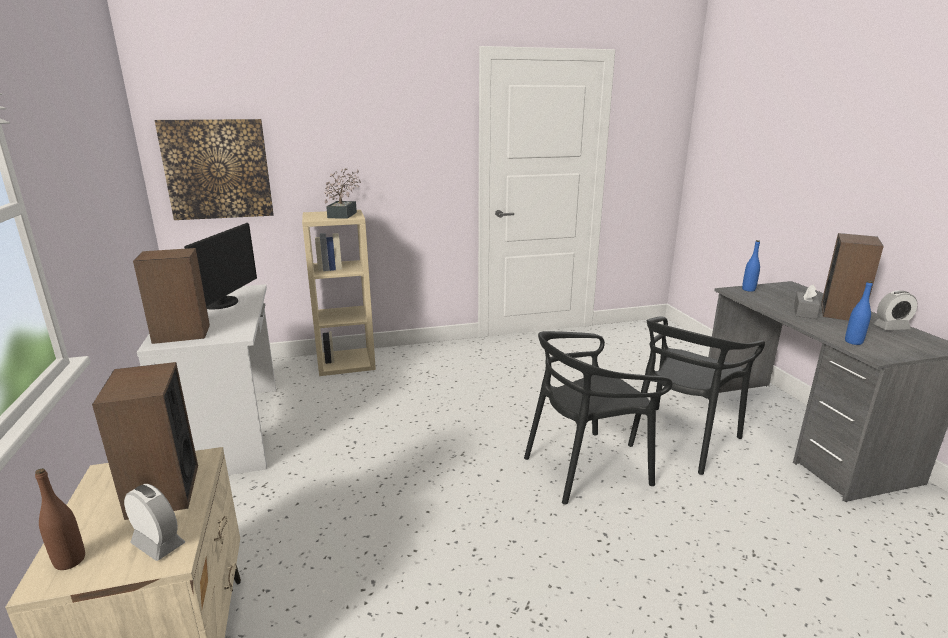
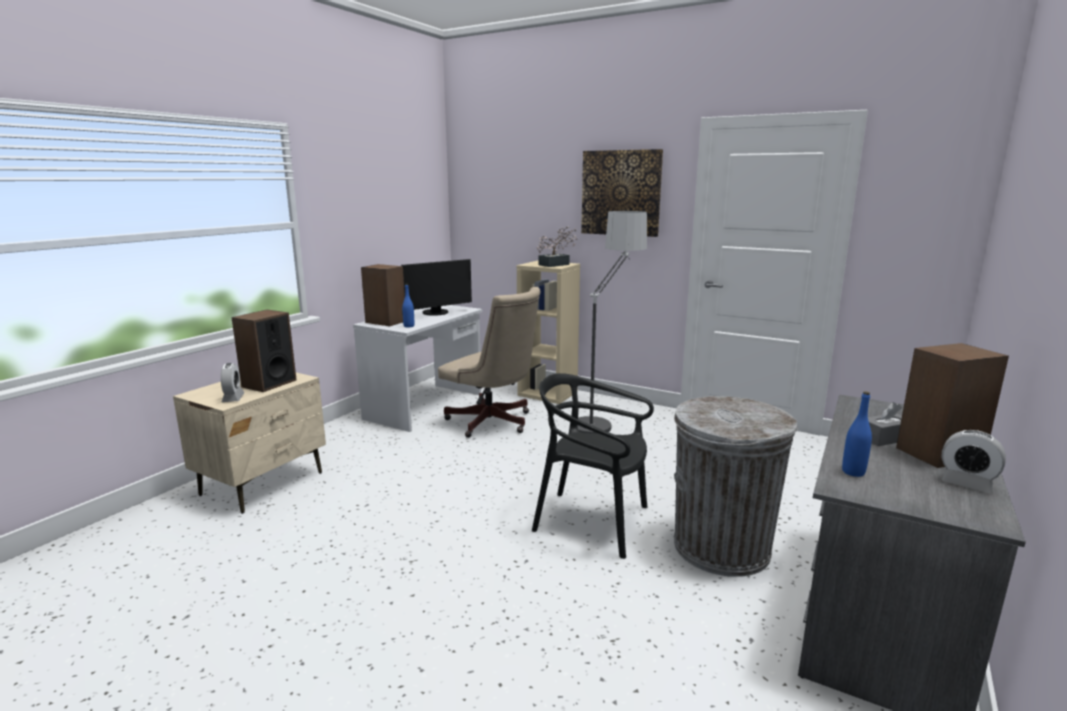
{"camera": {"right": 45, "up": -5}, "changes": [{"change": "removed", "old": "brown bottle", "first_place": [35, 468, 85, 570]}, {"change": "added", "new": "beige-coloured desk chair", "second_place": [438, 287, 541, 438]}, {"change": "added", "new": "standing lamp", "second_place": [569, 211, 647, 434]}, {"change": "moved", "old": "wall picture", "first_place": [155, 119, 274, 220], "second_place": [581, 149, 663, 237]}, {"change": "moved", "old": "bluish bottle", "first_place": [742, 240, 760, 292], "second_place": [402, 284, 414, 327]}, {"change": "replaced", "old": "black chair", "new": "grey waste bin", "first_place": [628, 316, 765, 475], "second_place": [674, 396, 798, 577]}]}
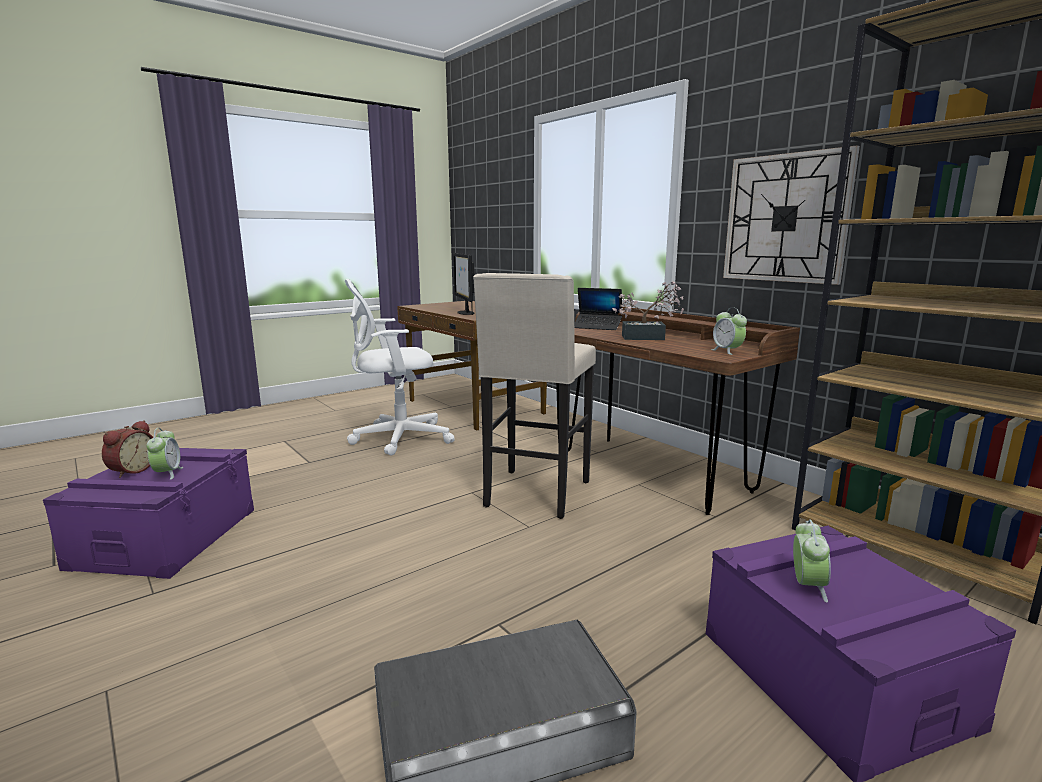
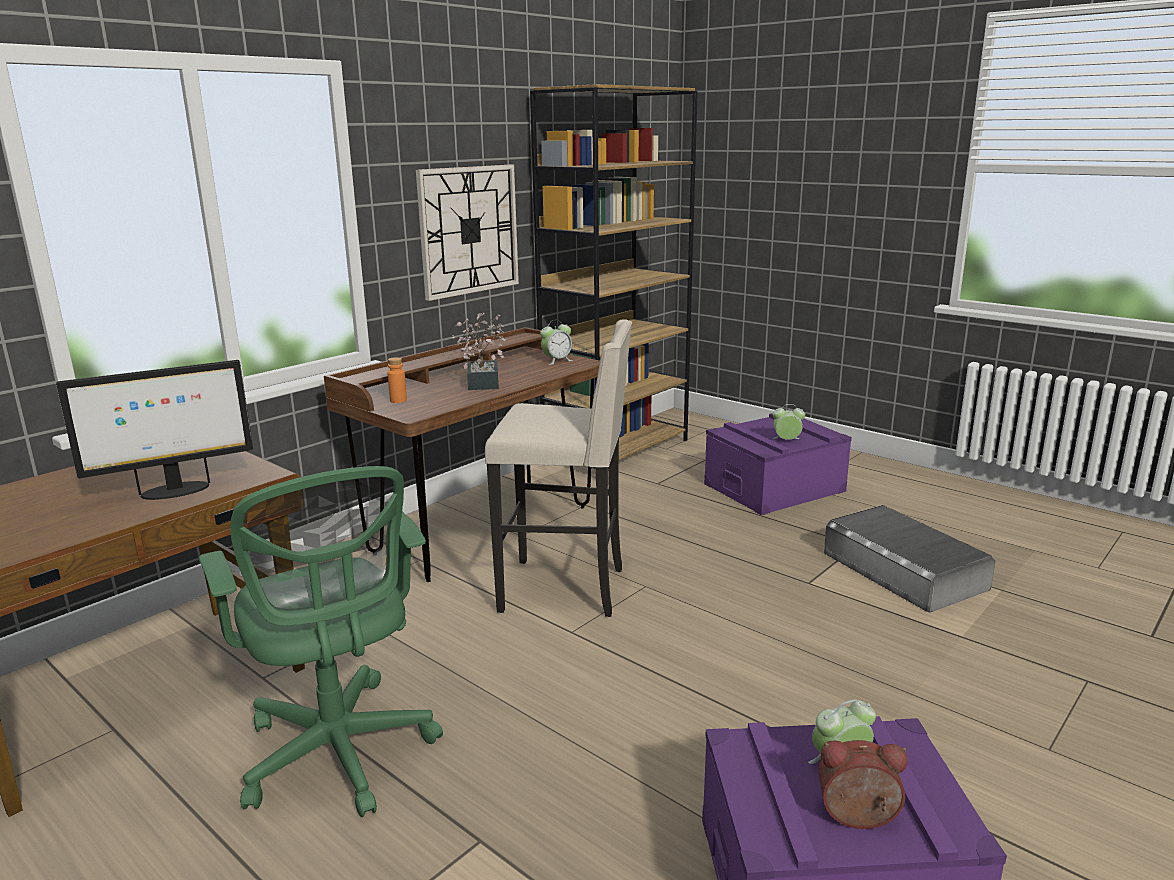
{"camera": {"right": -100, "up": 5}, "changes": [{"change": "replaced", "old": "portable computer", "new": "orangey bottle", "first_place": [574, 288, 622, 330], "second_place": [387, 357, 407, 403]}, {"change": "recoloured", "old": "whitish desk chair", "new": "greenish desk chair", "first_place": [345, 279, 455, 456], "second_place": [199, 466, 443, 817]}]}
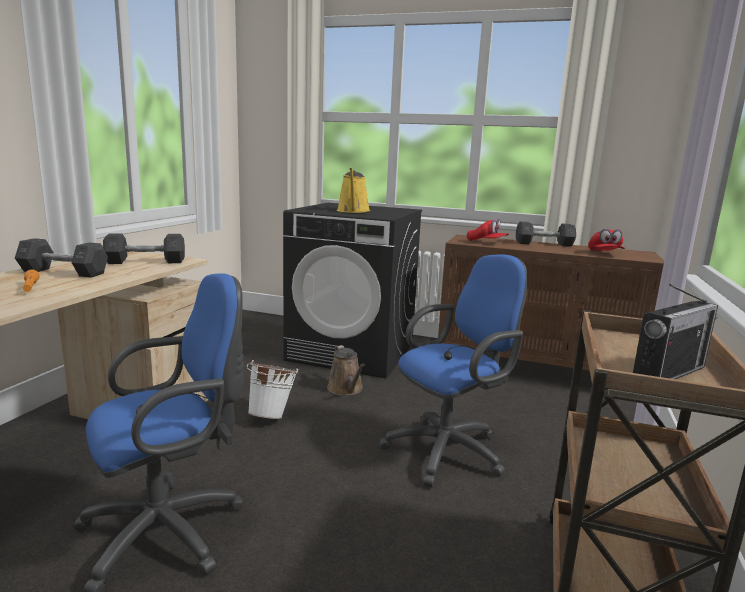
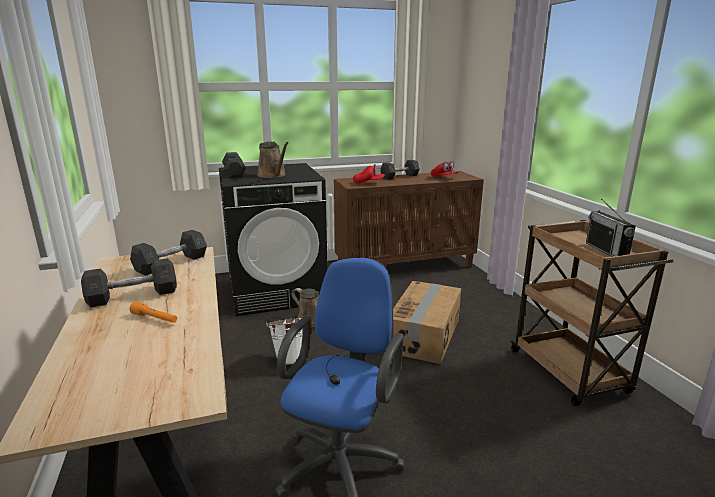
{"camera": {"right": -35, "up": 5}, "changes": [{"change": "added", "new": "grey dumbbell", "second_place": [222, 152, 246, 178]}, {"change": "replaced", "old": "bluish desk chair", "new": "packing box", "first_place": [380, 254, 527, 487], "second_place": [393, 281, 461, 364]}, {"change": "recoloured", "old": "yellowish sprinkling can", "new": "brown sprinkling can", "first_place": [337, 168, 370, 213], "second_place": [257, 141, 288, 178]}, {"change": "turned", "old": "radio", "first_place": [633, 284, 718, 379], "second_place": [586, 199, 636, 257], "degrees": 150}]}
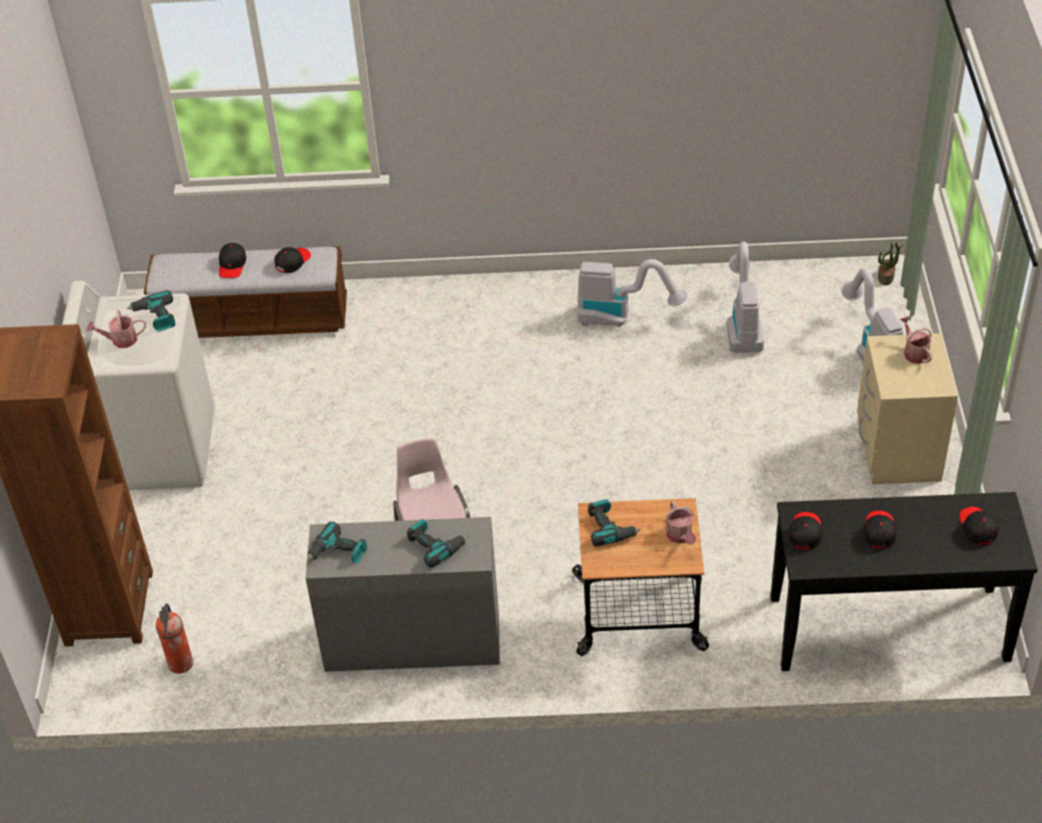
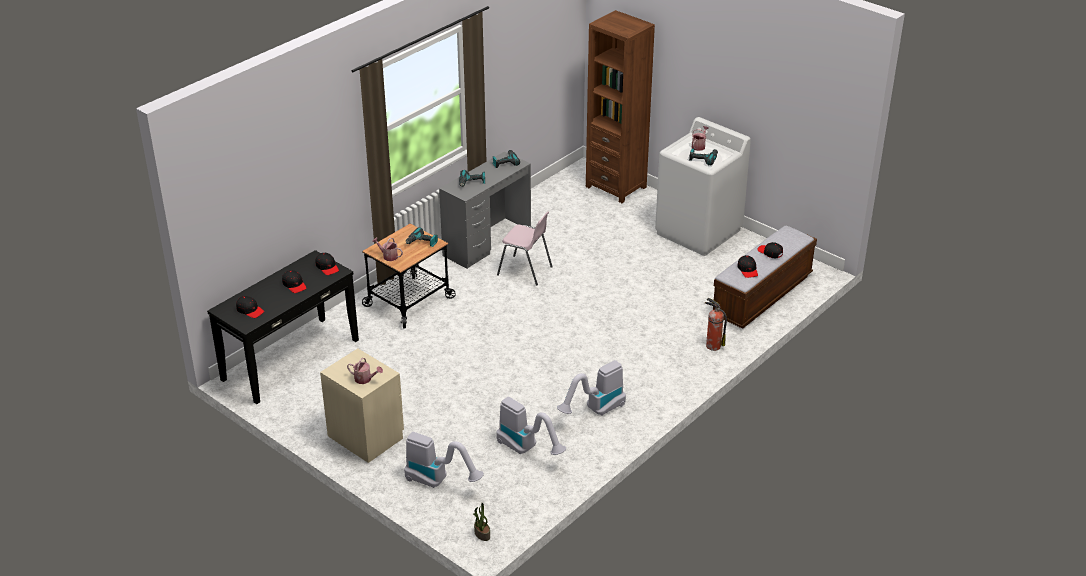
{"camera": {"right": 130, "up": -10}, "changes": [{"change": "moved", "old": "fire-fighting cylinder", "first_place": [156, 604, 193, 674], "second_place": [704, 298, 727, 351]}]}
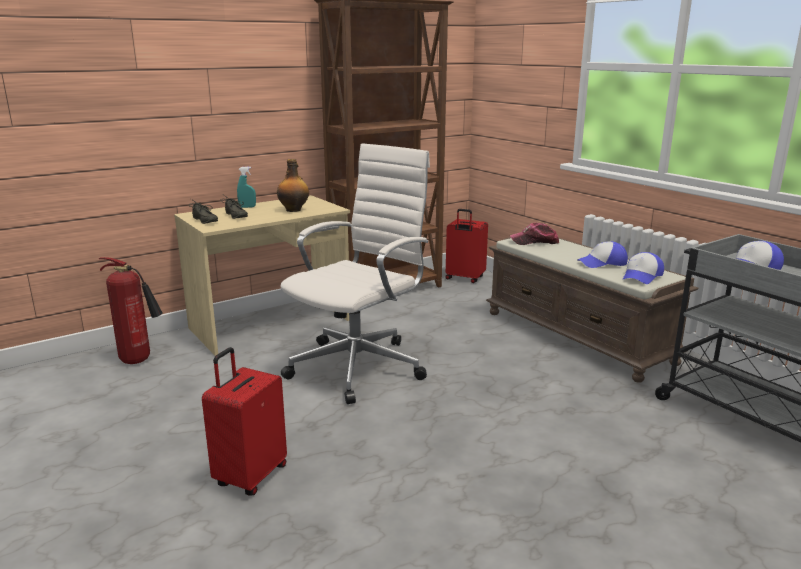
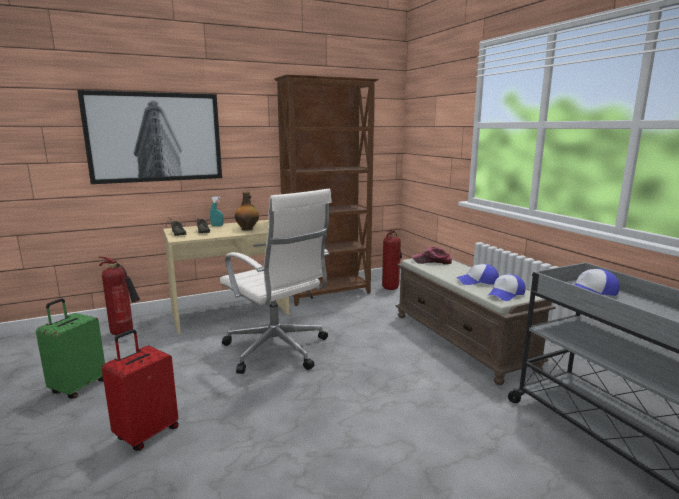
{"camera": {"right": 10, "up": -5}, "changes": [{"change": "added", "new": "greenish piece of luggage", "second_place": [36, 298, 105, 399]}, {"change": "added", "new": "wall picture", "second_place": [77, 90, 222, 184]}, {"change": "replaced", "old": "red piece of luggage", "new": "fire-fighting cylinder", "first_place": [445, 209, 488, 283], "second_place": [382, 230, 402, 290]}, {"change": "turned", "old": "whitish desk chair", "first_place": [280, 143, 430, 404], "second_place": [220, 189, 332, 374], "degrees": 90}]}
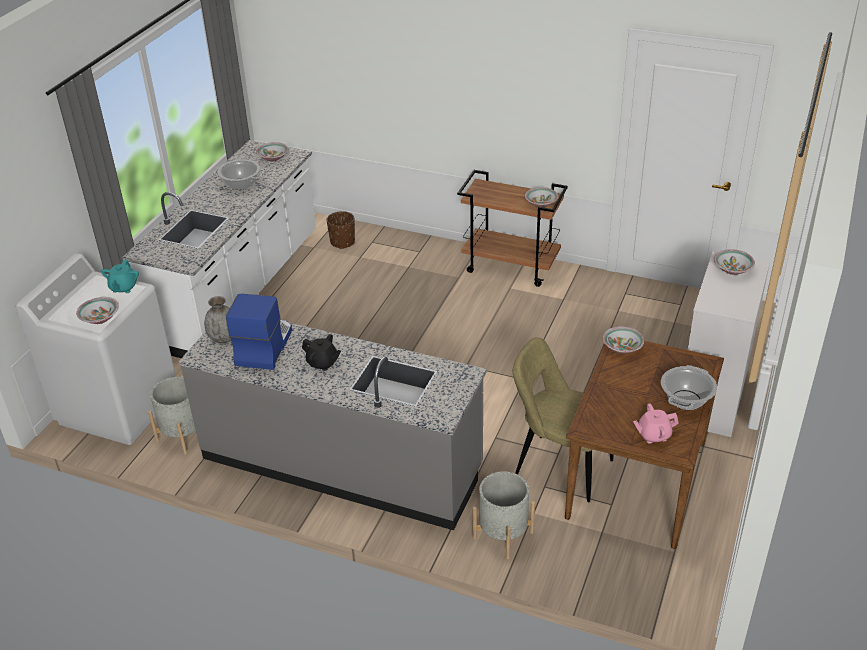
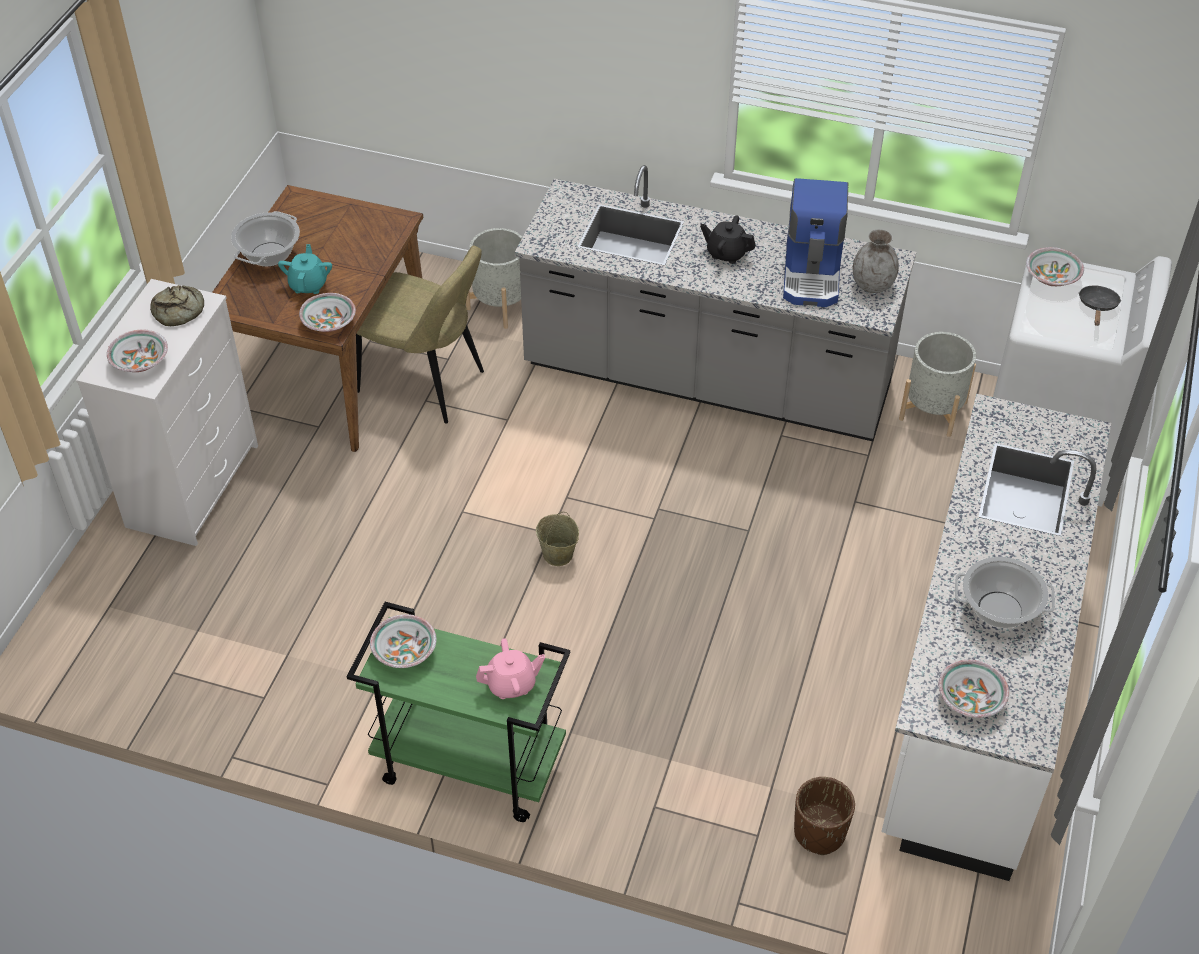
{"camera": {"right": 175, "up": 10}, "changes": [{"change": "added", "new": "bakery bread", "second_place": [150, 285, 204, 326]}, {"change": "added", "new": "beige-coloured pail", "second_place": [536, 512, 579, 566]}, {"change": "added", "new": "black pan", "second_place": [1079, 286, 1121, 326]}, {"change": "moved", "old": "turquoise teapot", "first_place": [101, 260, 139, 293], "second_place": [278, 244, 332, 294]}, {"change": "moved", "old": "pink teapot", "first_place": [633, 403, 679, 444], "second_place": [476, 638, 545, 699]}, {"change": "recoloured", "old": "brown cart", "new": "greenish cart", "first_place": [457, 170, 568, 287], "second_place": [347, 602, 570, 822]}]}
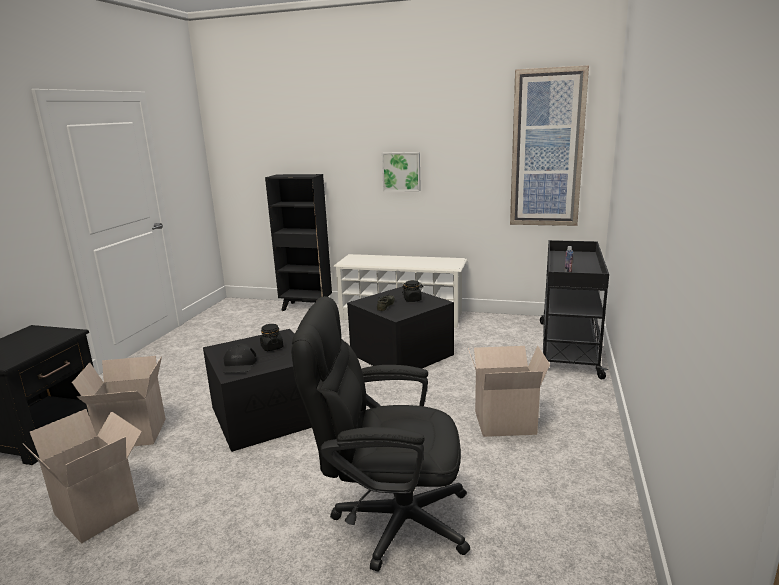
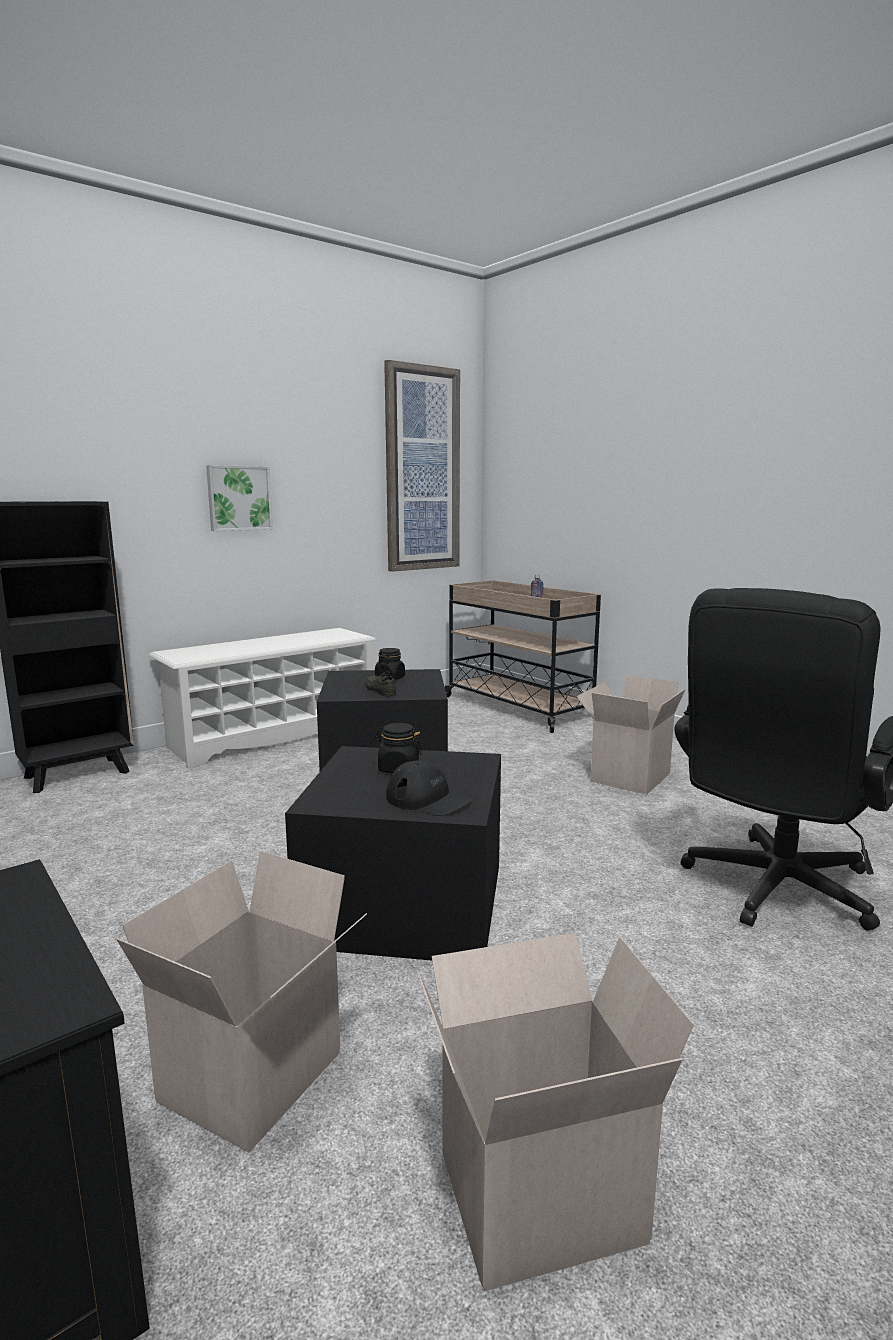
{"camera": {"right": -55, "up": -5}, "changes": [{"change": "recoloured", "old": "black cart", "new": "beige-coloured cart", "first_place": [540, 240, 609, 380], "second_place": [445, 580, 601, 733]}]}
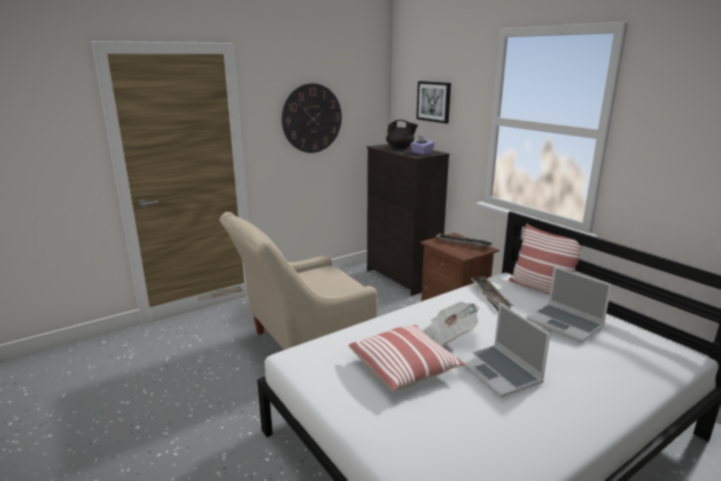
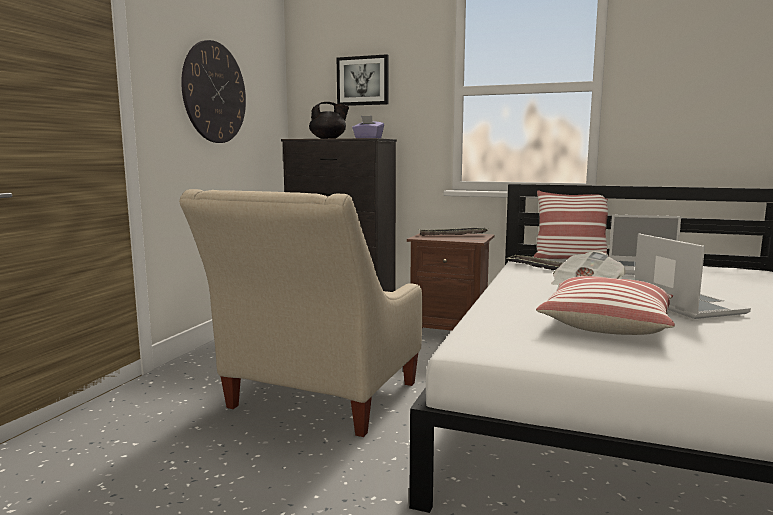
{"camera": {"right": -35, "up": -10}, "changes": [{"change": "turned", "old": "portable computer", "first_place": [457, 303, 550, 398], "second_place": [634, 233, 751, 319], "degrees": -135}]}
